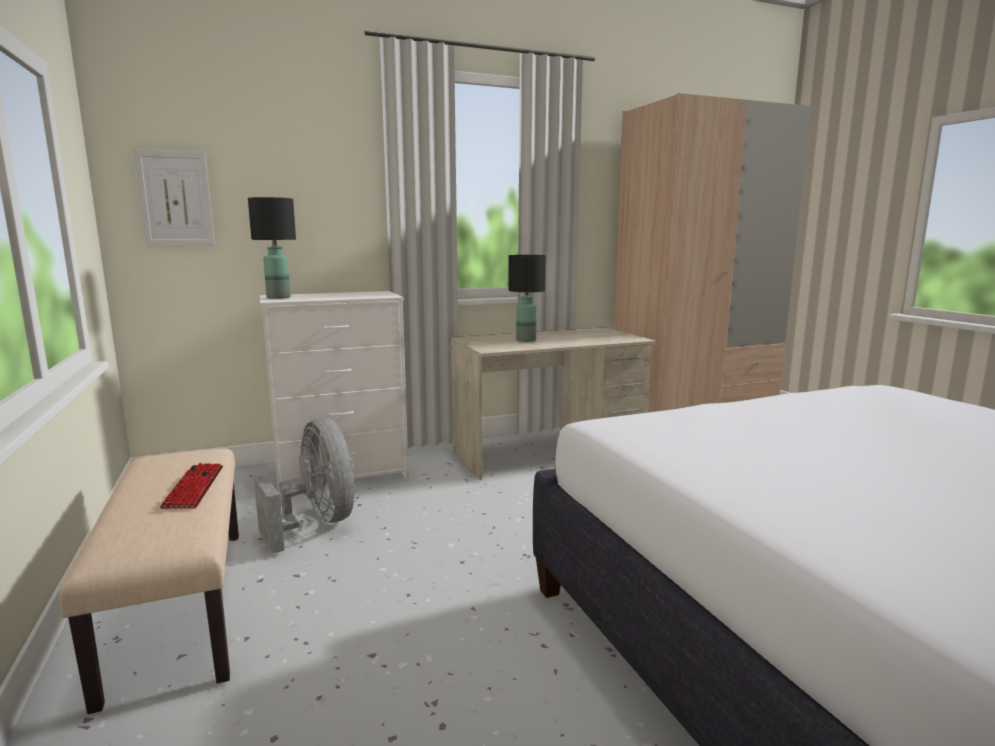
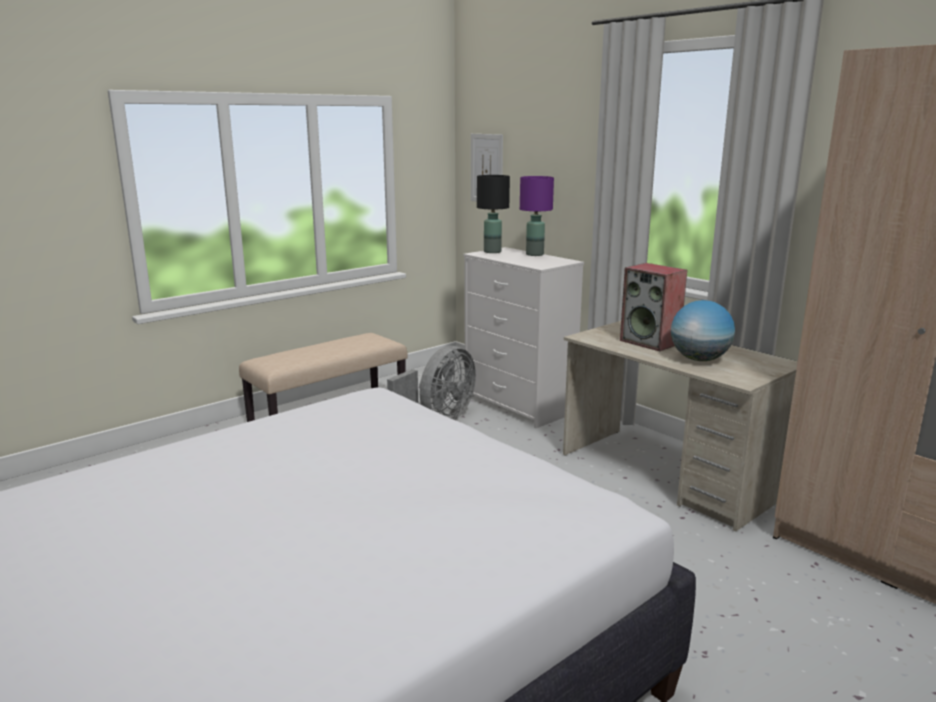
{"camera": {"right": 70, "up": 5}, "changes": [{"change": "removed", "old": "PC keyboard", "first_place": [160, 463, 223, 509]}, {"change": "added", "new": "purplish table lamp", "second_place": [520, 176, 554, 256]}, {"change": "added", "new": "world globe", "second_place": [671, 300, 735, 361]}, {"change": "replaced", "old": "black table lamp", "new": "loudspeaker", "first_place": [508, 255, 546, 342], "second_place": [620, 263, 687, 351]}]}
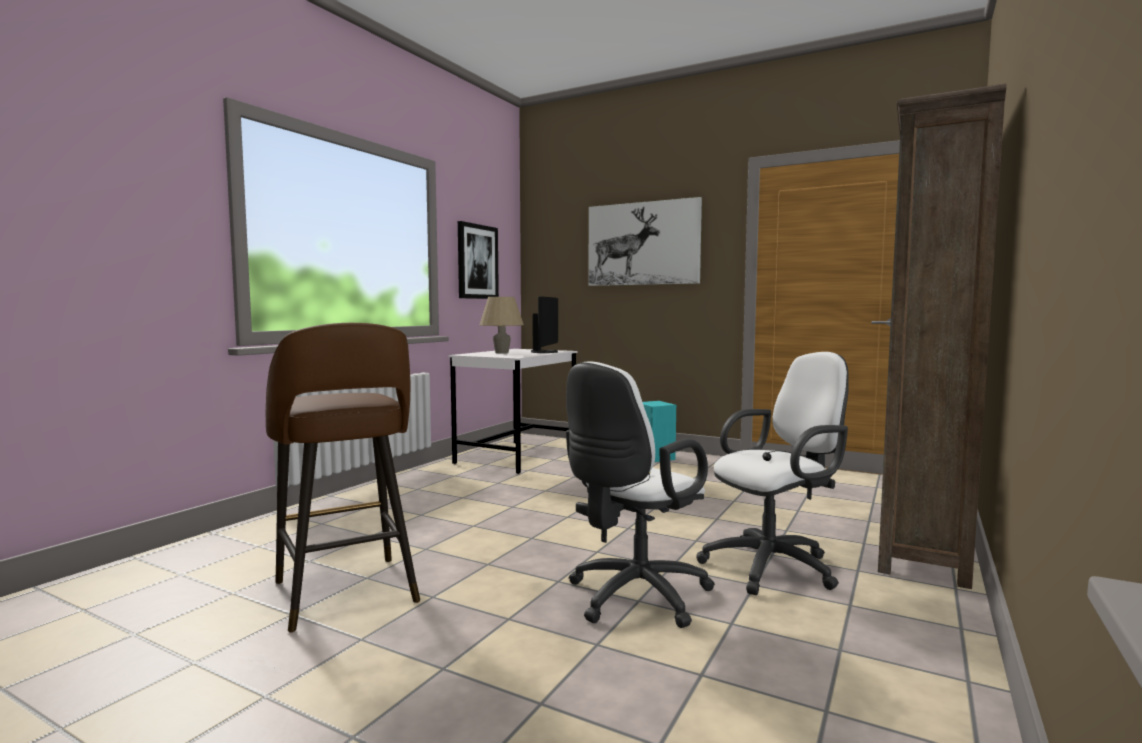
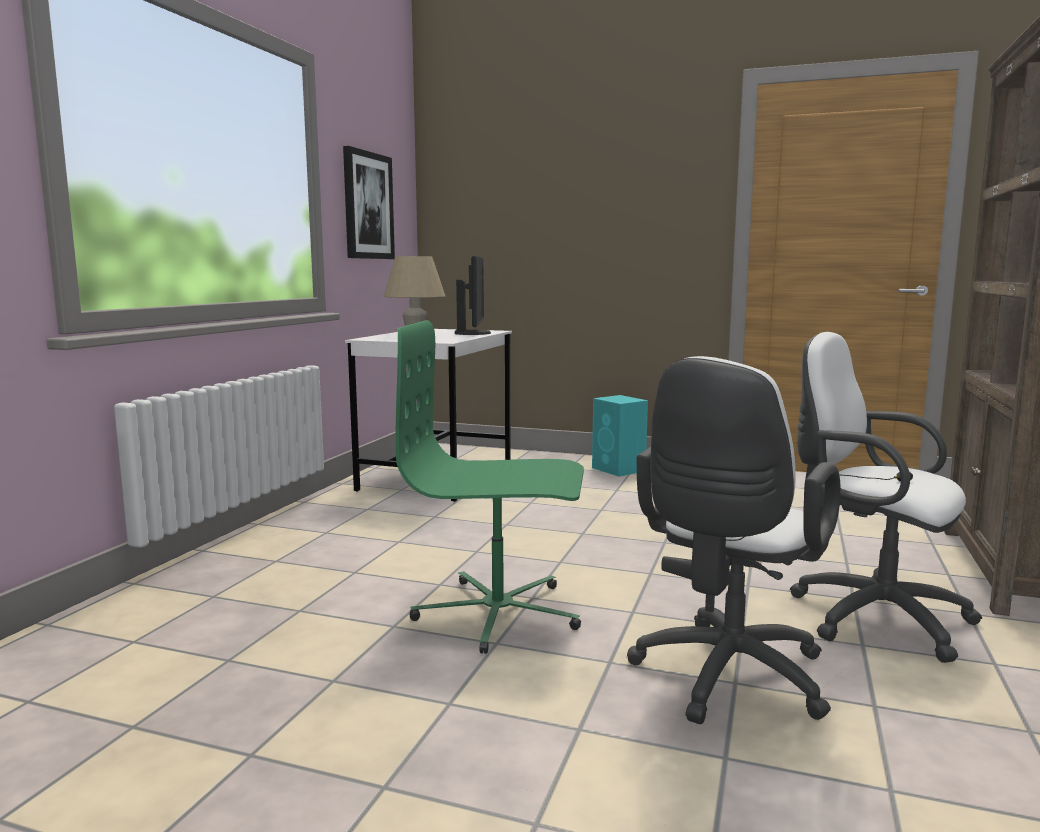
{"camera": {"right": -10, "up": 5}, "changes": [{"change": "removed", "old": "brown sitting stool", "first_place": [266, 323, 420, 633]}, {"change": "removed", "old": "wall picture", "first_place": [589, 197, 702, 286]}, {"change": "added", "new": "greenish desk chair", "second_place": [395, 320, 584, 654]}, {"change": "turned", "old": "whitish desk chair", "first_place": [697, 352, 849, 595], "second_place": [790, 332, 982, 663], "degrees": -105}]}
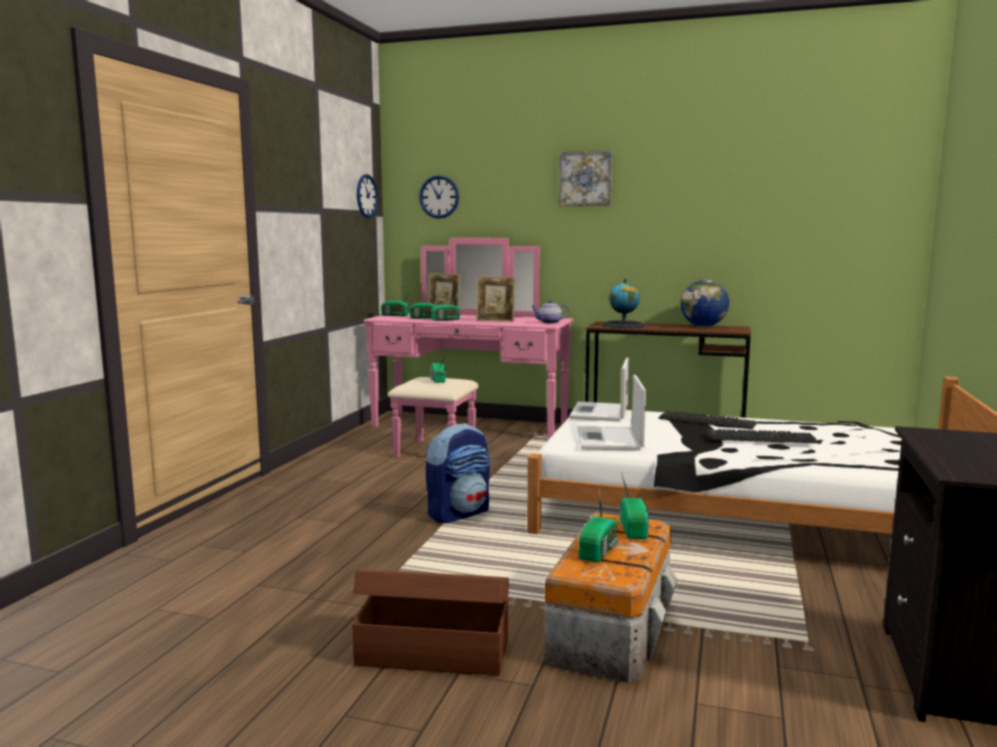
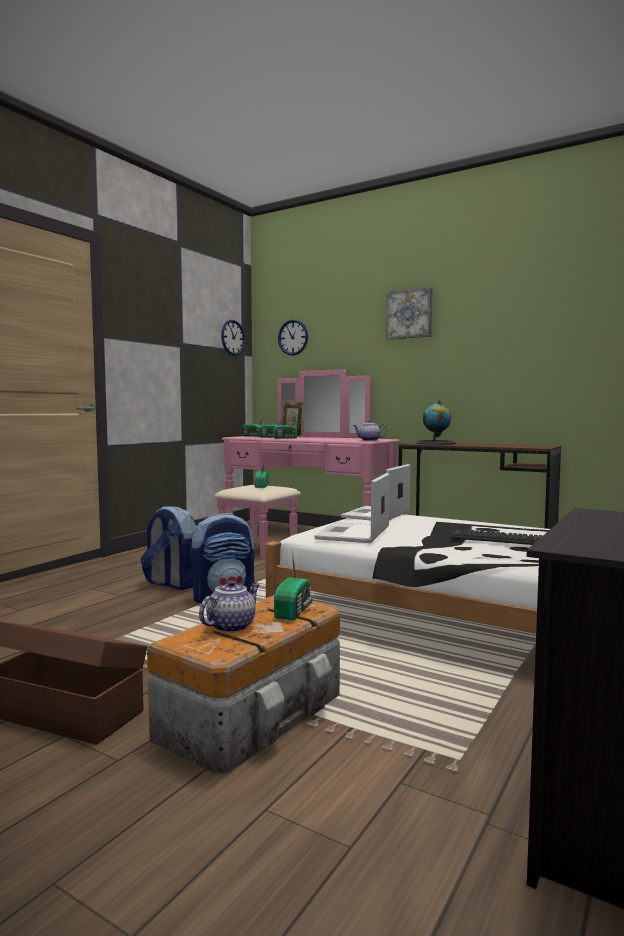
{"camera": {"right": 15, "up": -5}, "changes": [{"change": "removed", "old": "picture frame", "first_place": [476, 276, 515, 322]}, {"change": "removed", "old": "PC keyboard", "first_place": [659, 410, 757, 429]}, {"change": "removed", "old": "world globe", "first_place": [681, 280, 729, 327]}, {"change": "added", "new": "rucksack", "second_place": [141, 506, 197, 590]}, {"change": "replaced", "old": "radio", "new": "teapot", "first_place": [579, 488, 619, 563], "second_place": [199, 580, 260, 633]}]}
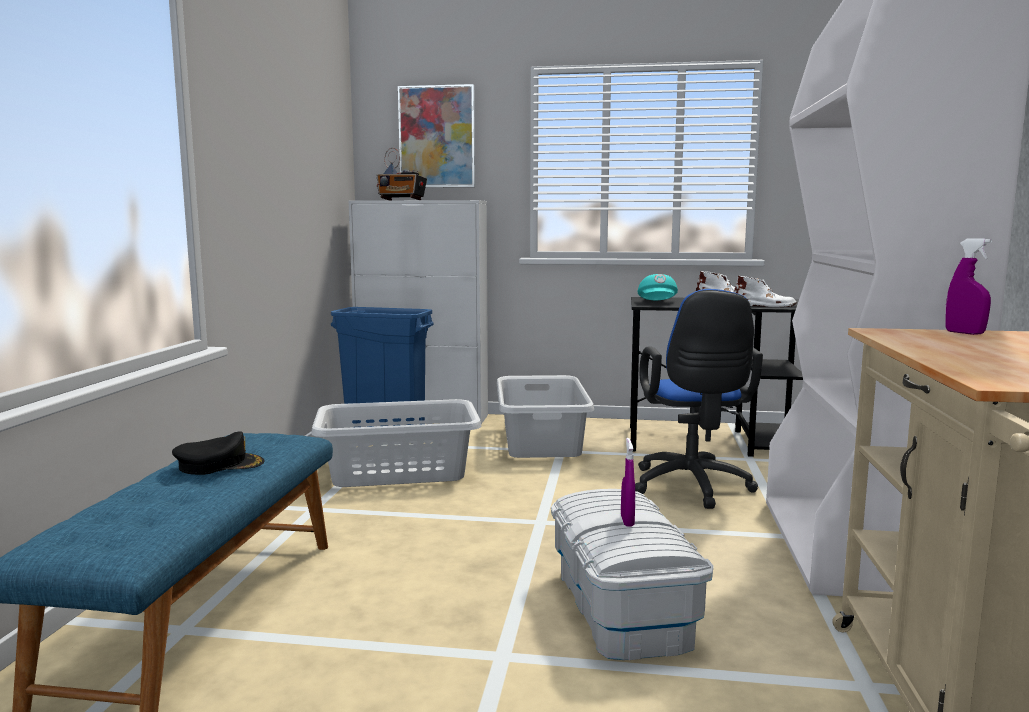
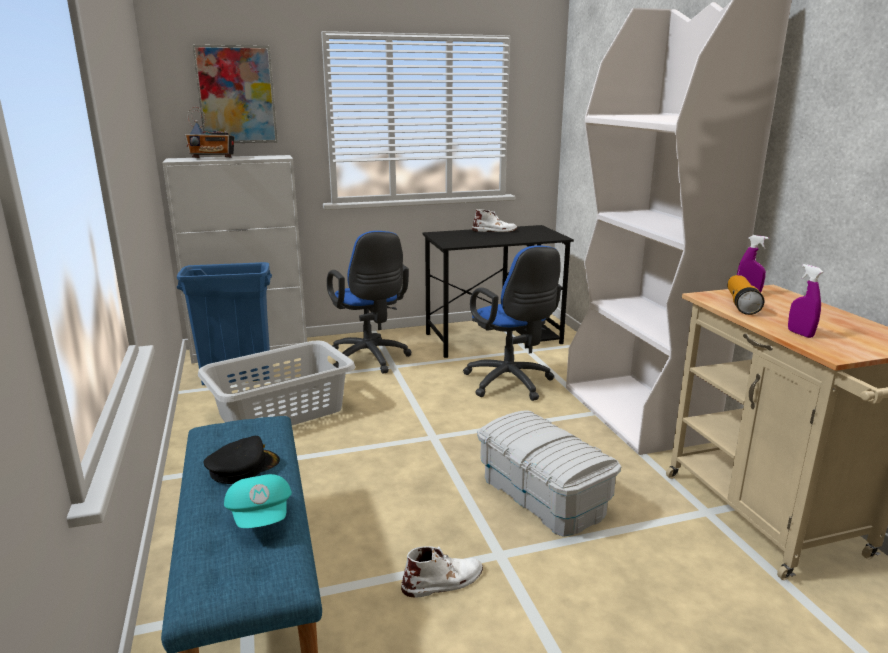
{"camera": {"right": -25, "up": 10}, "changes": [{"change": "added", "new": "torch", "second_place": [728, 275, 764, 315]}, {"change": "moved", "old": "purplish spray bottle", "first_place": [621, 438, 635, 527], "second_place": [788, 264, 823, 338]}, {"change": "moved", "old": "turquoise cap", "first_place": [638, 274, 678, 300], "second_place": [224, 474, 292, 528]}, {"change": "moved", "old": "whitish high-top boot", "first_place": [734, 276, 797, 307], "second_place": [401, 546, 483, 598]}, {"change": "replaced", "old": "grey laundry basket", "new": "bluish desk chair", "first_place": [496, 375, 594, 458], "second_place": [327, 231, 412, 374]}]}
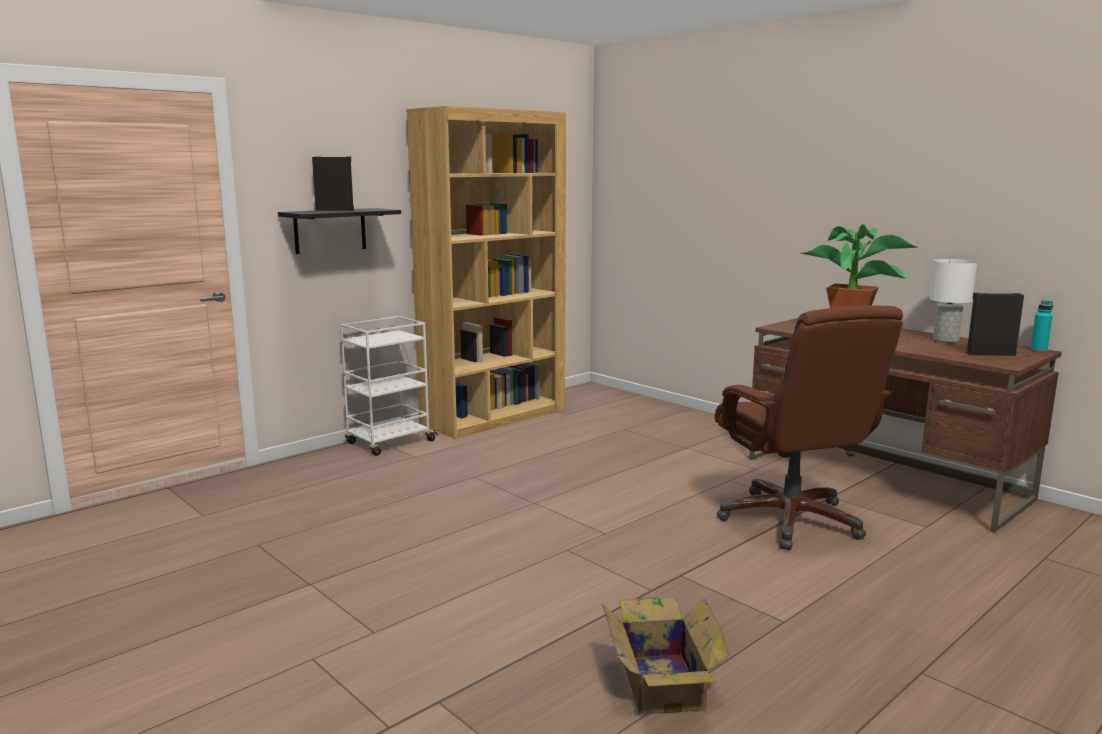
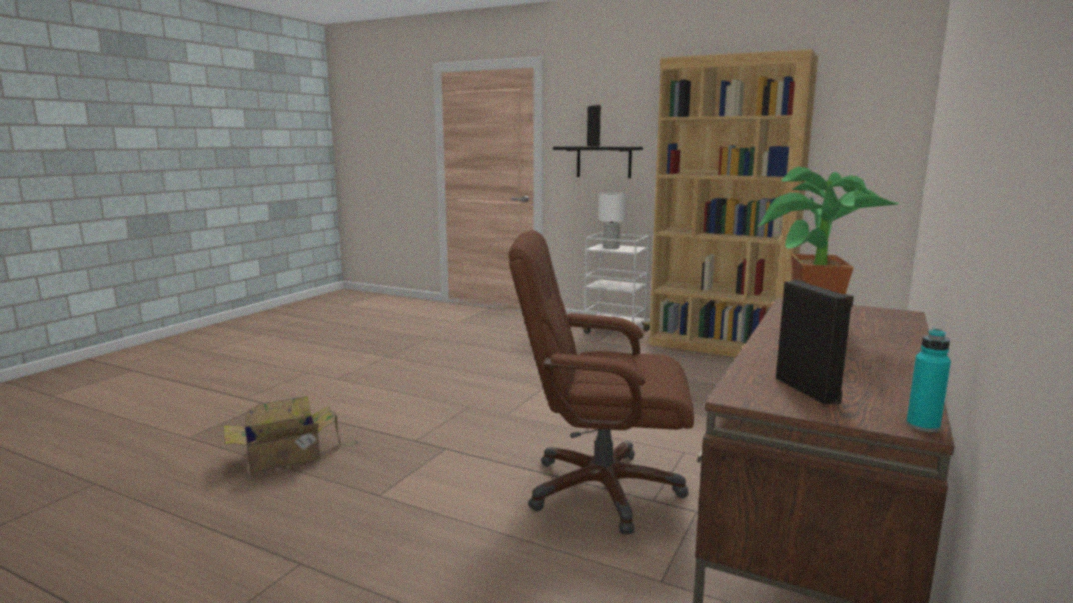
{"camera": {"right": 70, "up": 0}, "changes": [{"change": "moved", "old": "whitish table lamp", "first_place": [929, 259, 977, 343], "second_place": [598, 193, 626, 249]}, {"change": "turned", "old": "brown desk chair", "first_place": [715, 305, 903, 550], "second_place": [508, 230, 694, 535], "degrees": 45}]}
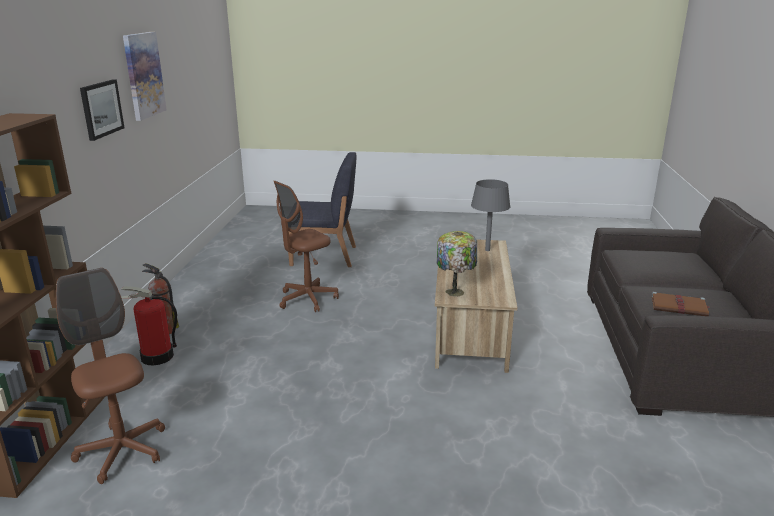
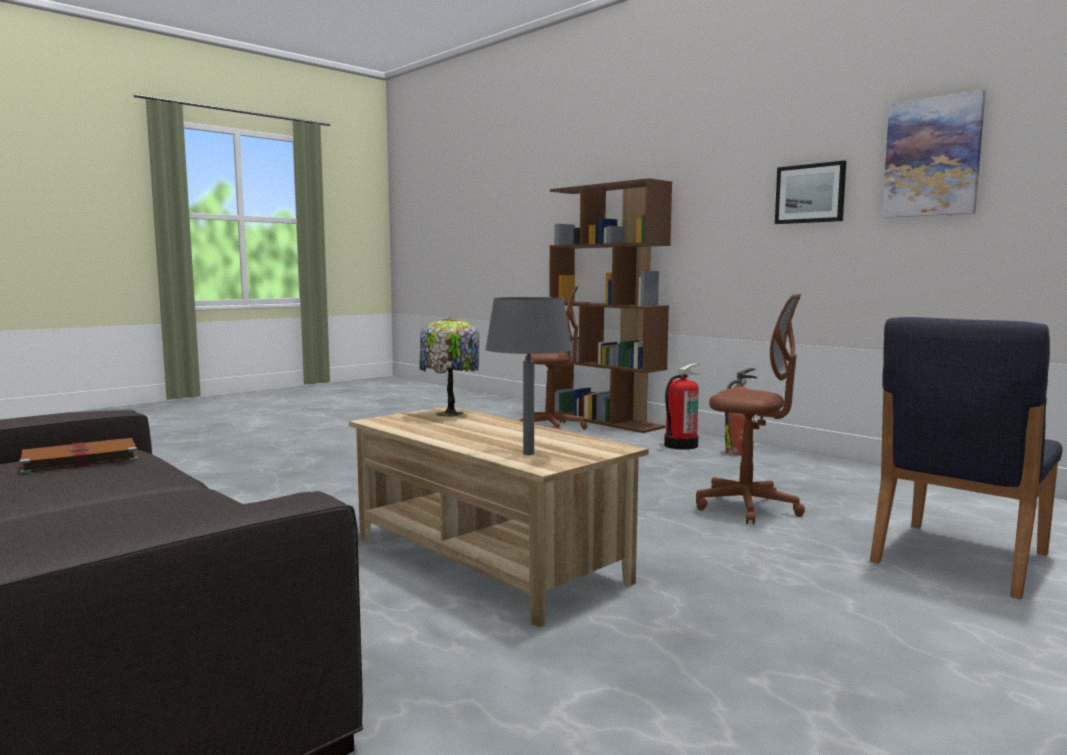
{"camera": {"right": 130, "up": -15}, "changes": [{"change": "turned", "old": "brown desk chair", "first_place": [274, 181, 339, 312], "second_place": [696, 294, 805, 524], "degrees": 120}]}
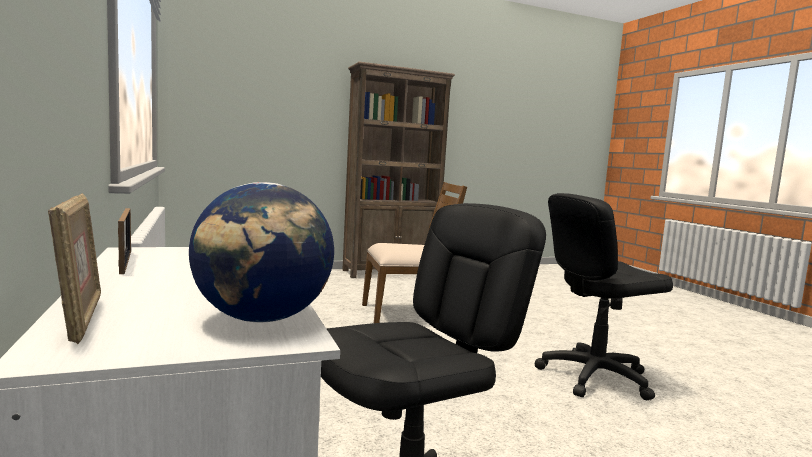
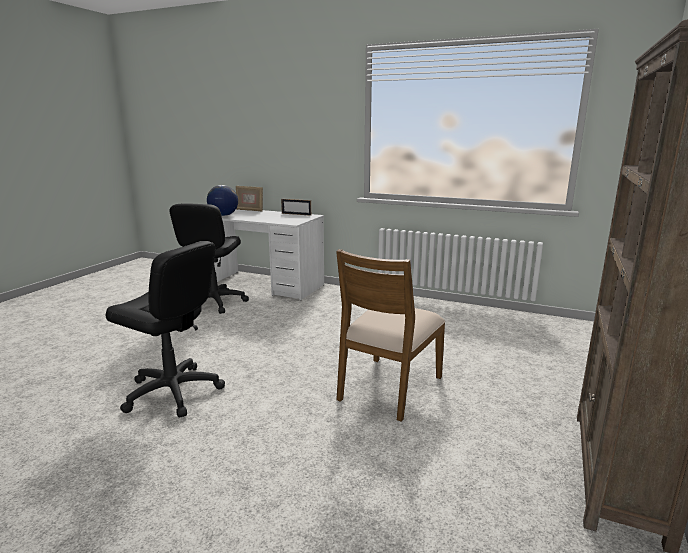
{"camera": {"right": 135, "up": 10}, "changes": [{"change": "turned", "old": "black desk chair", "first_place": [535, 193, 673, 400], "second_place": [106, 241, 225, 417], "degrees": 90}]}
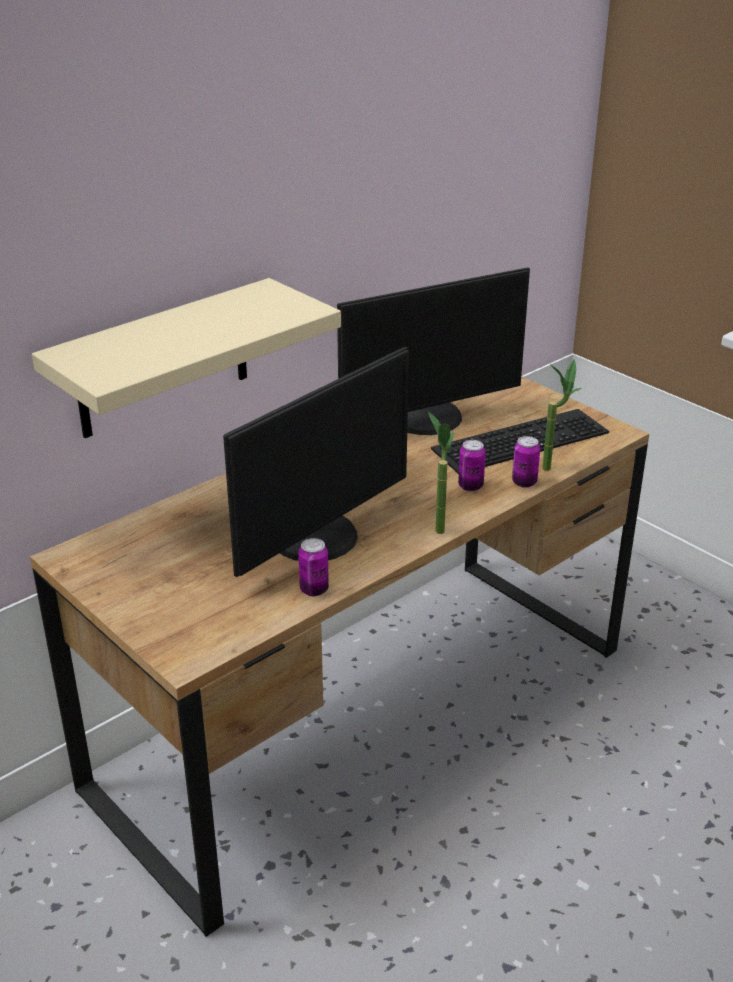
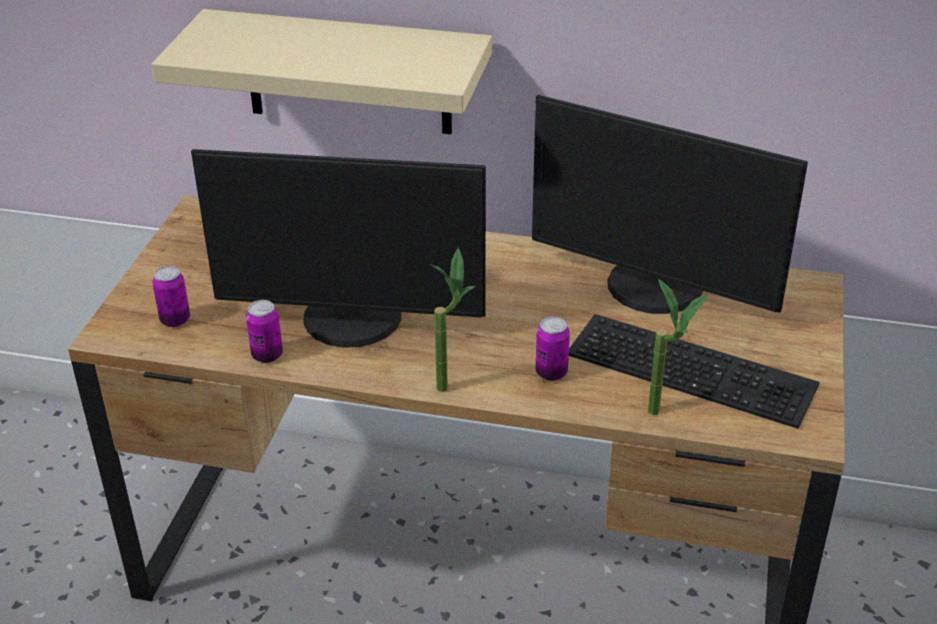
{"camera": {"right": 55, "up": 5}, "changes": [{"change": "moved", "old": "metal can", "first_place": [512, 436, 540, 488], "second_place": [152, 266, 190, 327]}]}
